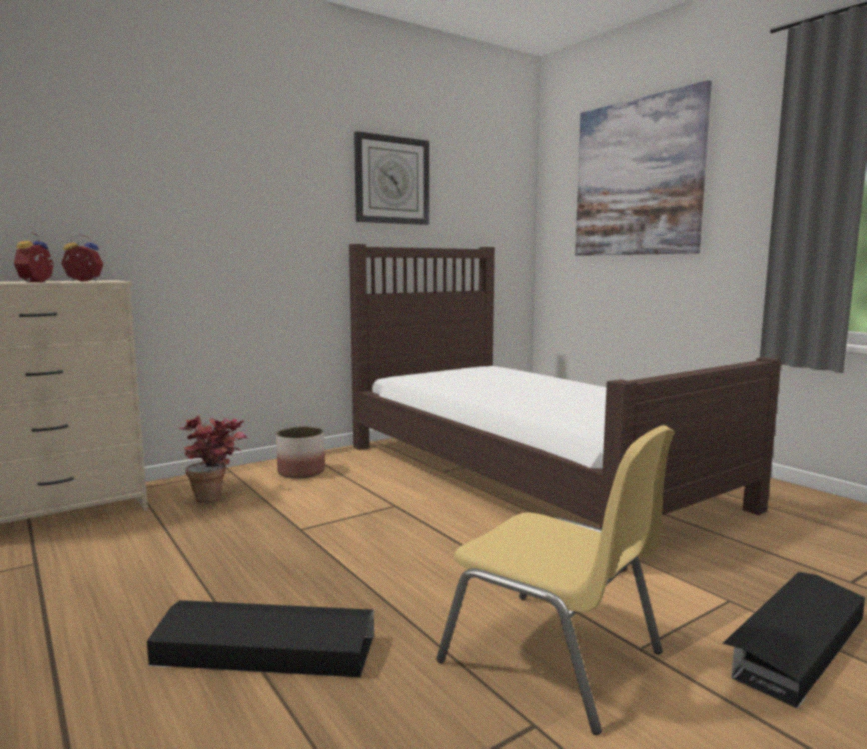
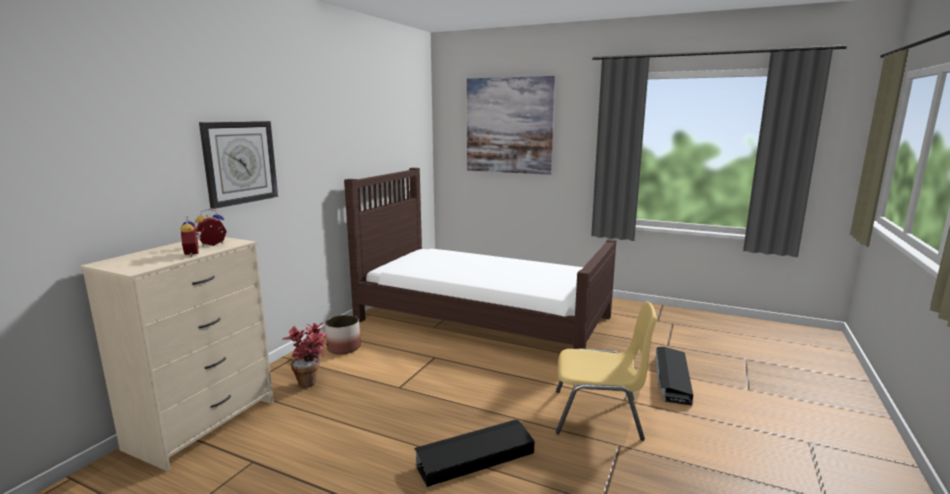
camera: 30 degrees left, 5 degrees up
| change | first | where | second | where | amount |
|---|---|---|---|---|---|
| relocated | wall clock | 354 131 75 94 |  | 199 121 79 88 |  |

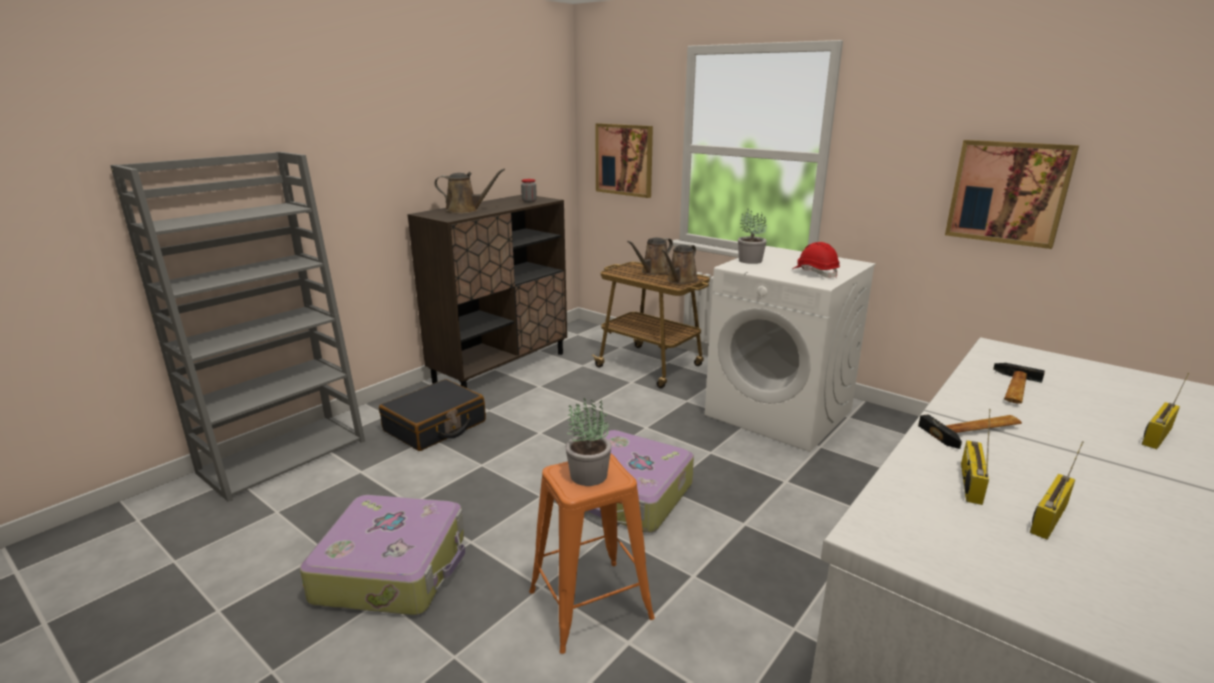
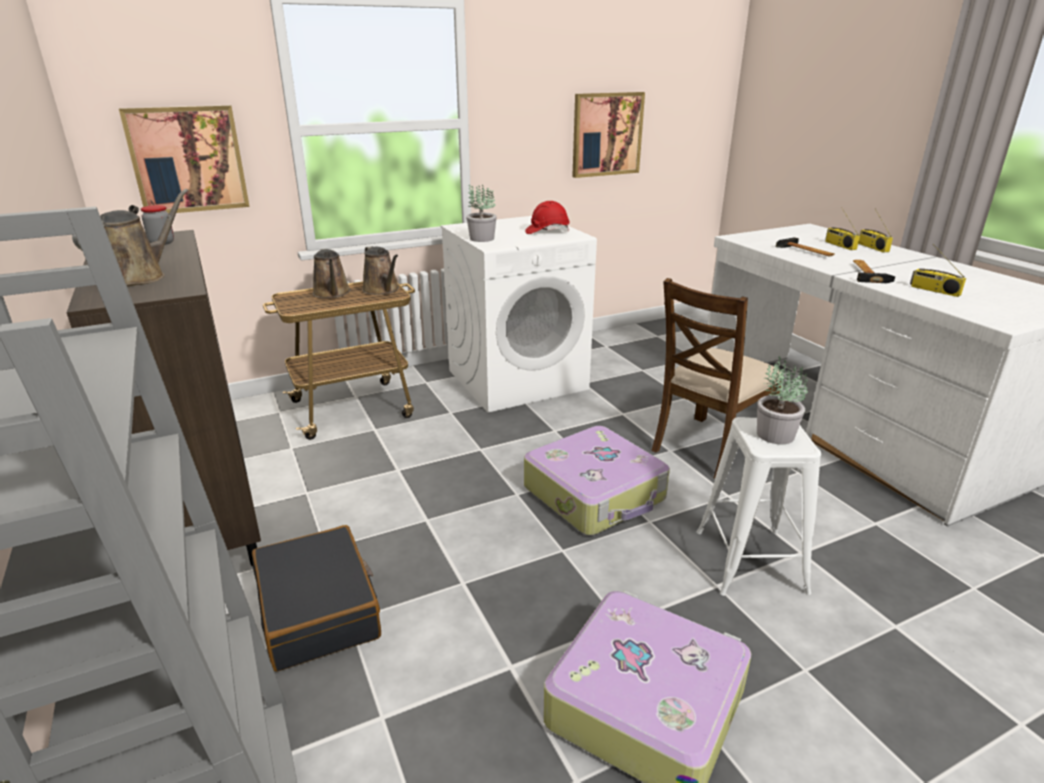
camera: 65 degrees left, 5 degrees up
| change | first | where | second | where | amount |
|---|---|---|---|---|---|
| appeared |  |  | upright chair (brown) | 651 278 133 201 |  |
| relocated | radio receiver | 1030 441 54 99 |  | 825 207 35 43 |  |
| colour | sitting stool (orange) | 529 453 126 201 | sitting stool (white-coloured) | 697 417 124 179 |  |

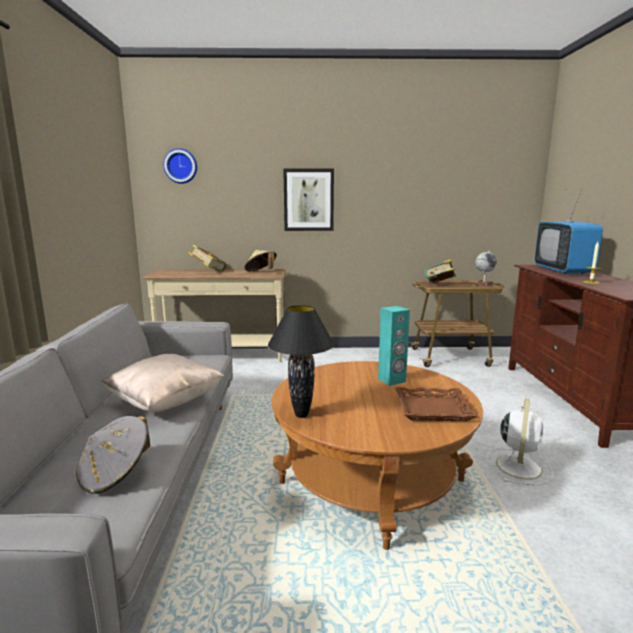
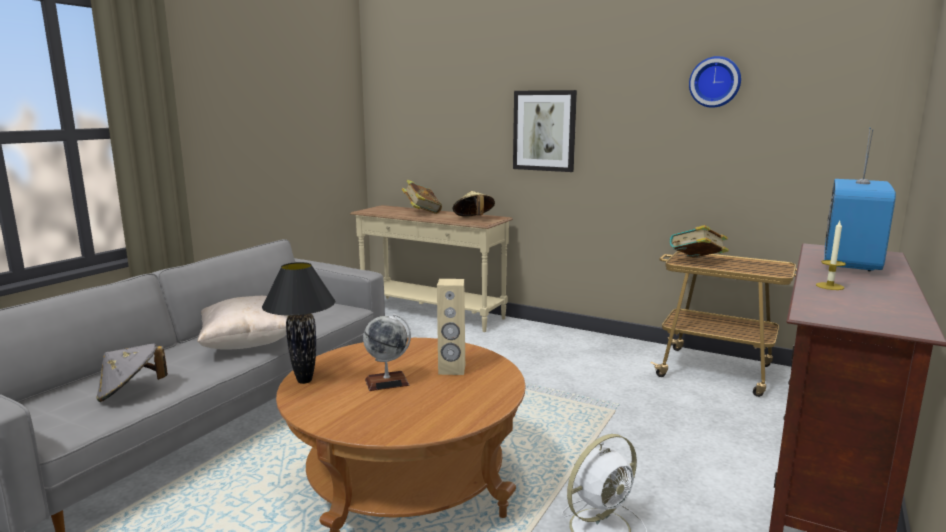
camera: 30 degrees right, 0 degrees up
| change | first | where | second | where | amount |
|---|---|---|---|---|---|
| missing | tray (brown) | 395 387 83 34 |  |  |  |
| relocated | wall clock | 164 148 33 36 |  | 689 56 52 52 |  |
| relocated | world globe | 474 250 23 36 |  | 363 313 48 78 |  |
| colour | loudspeaker (blue-green) | 378 306 32 80 | loudspeaker (sand-coloured) | 437 279 28 96 |  |

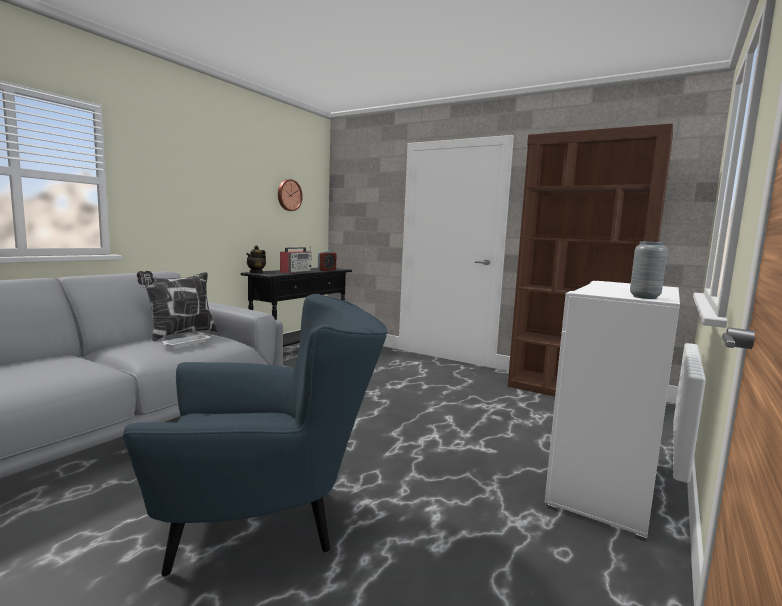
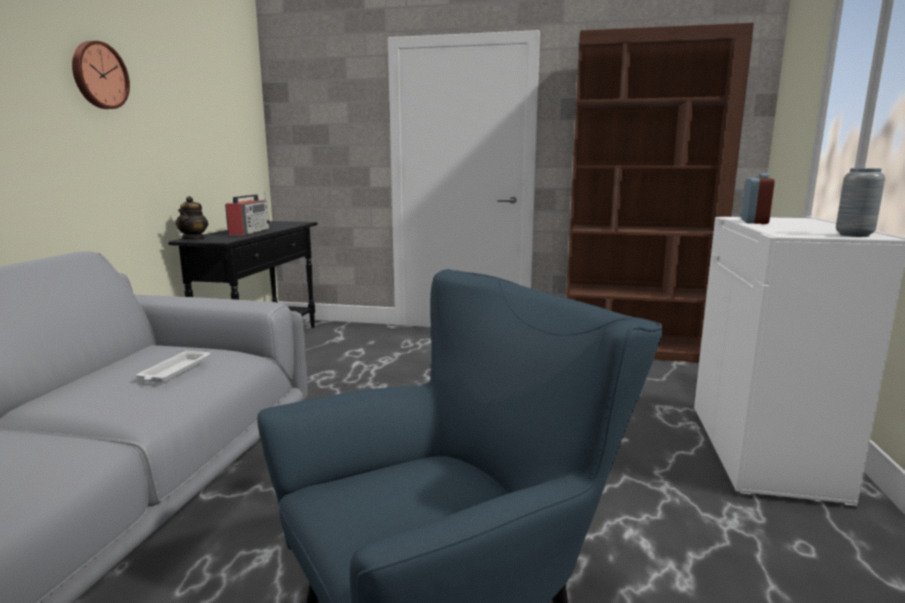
camera: 20 degrees left, 5 degrees up
| change | first | where | second | where | amount |
|---|---|---|---|---|---|
| missing | pillow | 137 271 81 70 |  |  |  |
| relocated | wall clock | 278 179 25 32 |  | 72 41 58 68 |  |
| relocated | alarm clock | 318 251 18 20 |  | 741 173 34 51 |  |

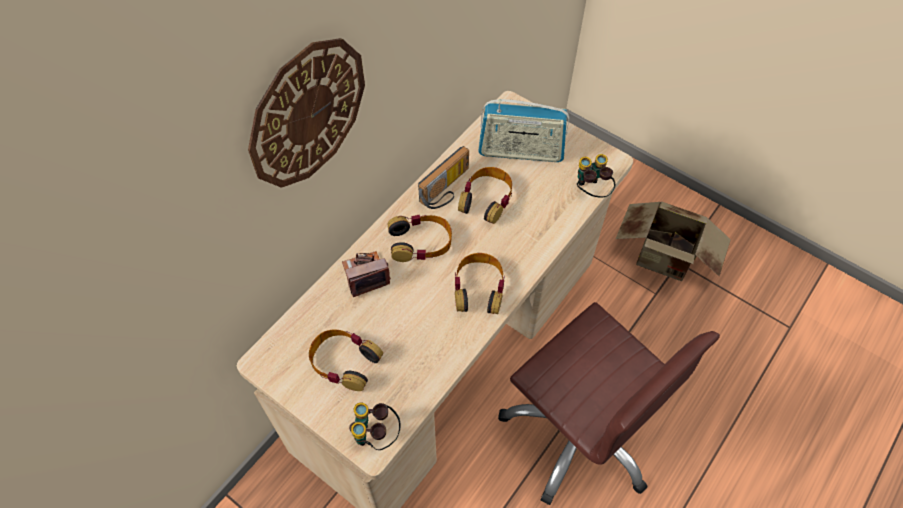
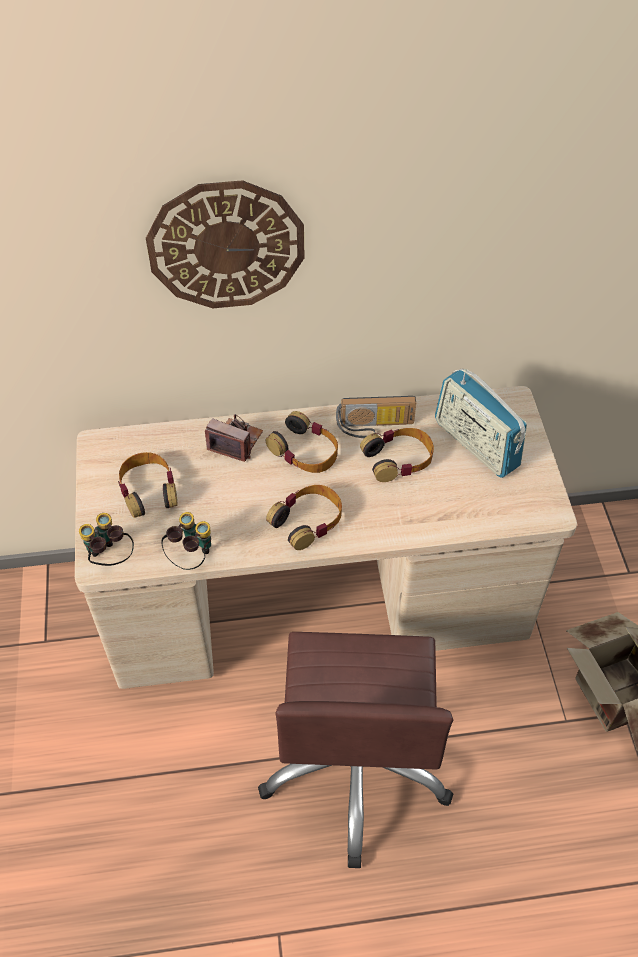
camera: 45 degrees right, 5 degrees down
| change | first | where | second | where | amount |
|---|---|---|---|---|---|
| relocated | field glasses | 577 154 38 43 |  | 161 512 50 58 |  |

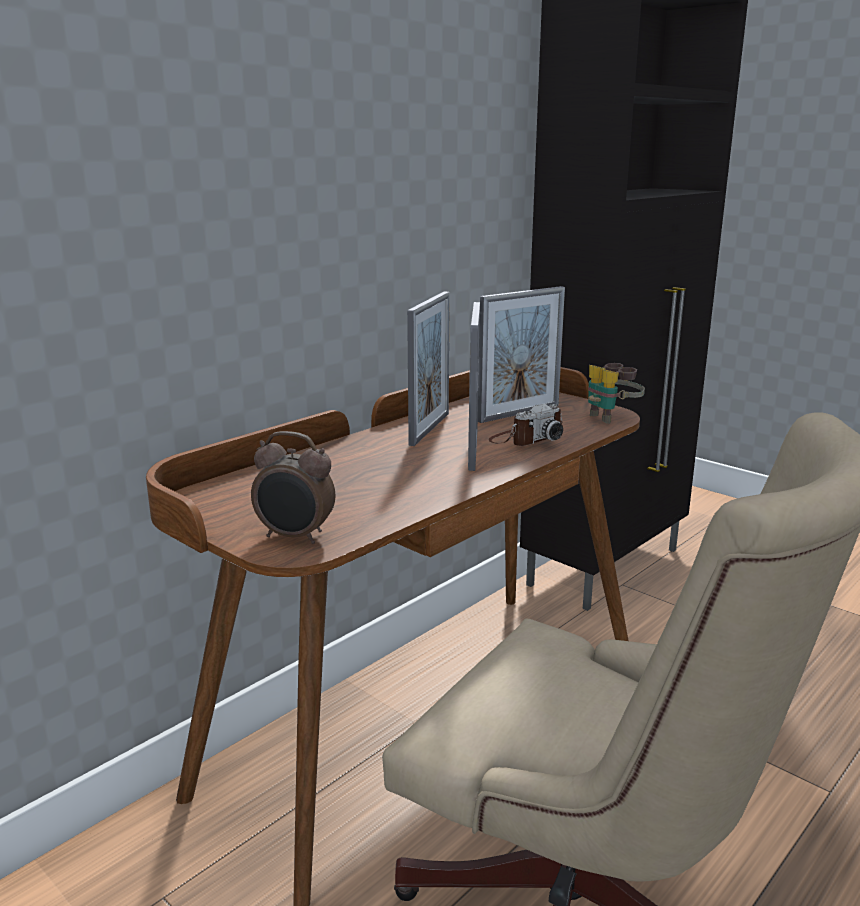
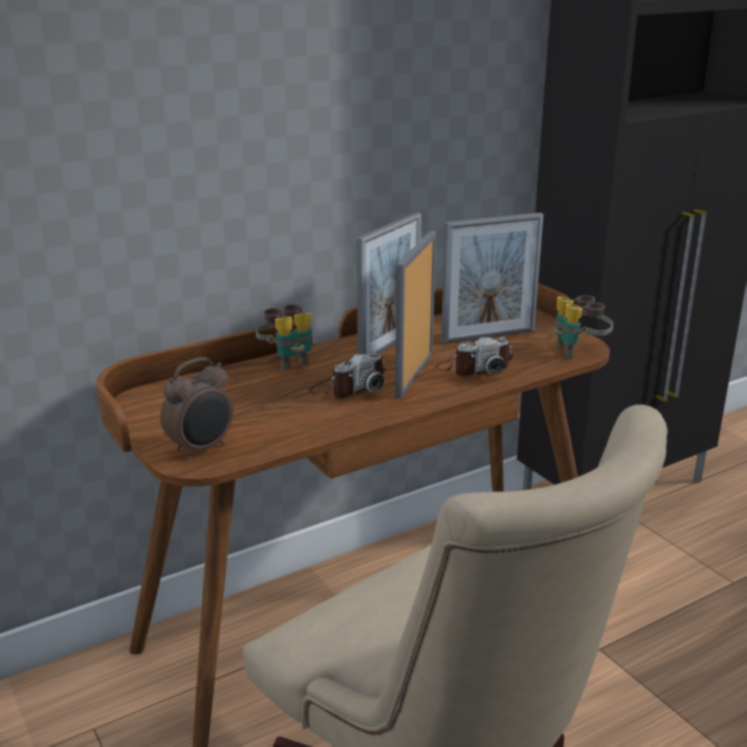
camera: 15 degrees right, 5 degrees up
| change | first | where | second | where | amount |
|---|---|---|---|---|---|
| appeared |  |  | field glasses | 256 304 56 67 |  |
| appeared |  |  | photo camera | 309 351 76 47 |  |
| spun | alarm clock | 251 431 84 113 |  | 160 357 73 102 | 75 degrees counterclockwise |

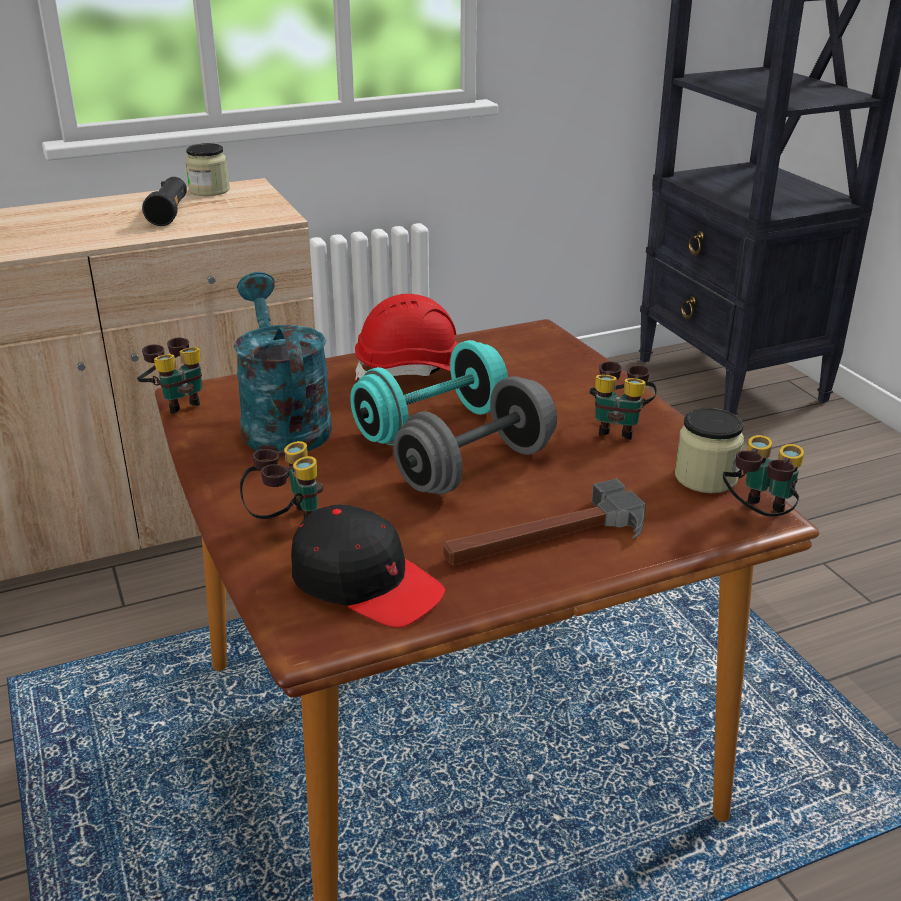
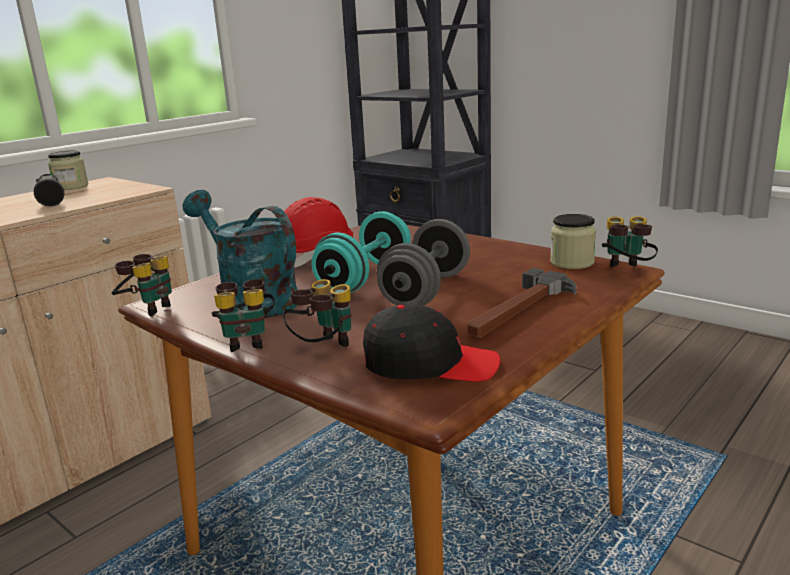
camera: 25 degrees left, 10 degrees down
| change | first | where | second | where | amount |
|---|---|---|---|---|---|
| relocated | field glasses | 590 362 67 78 |  | 212 279 63 73 |  |

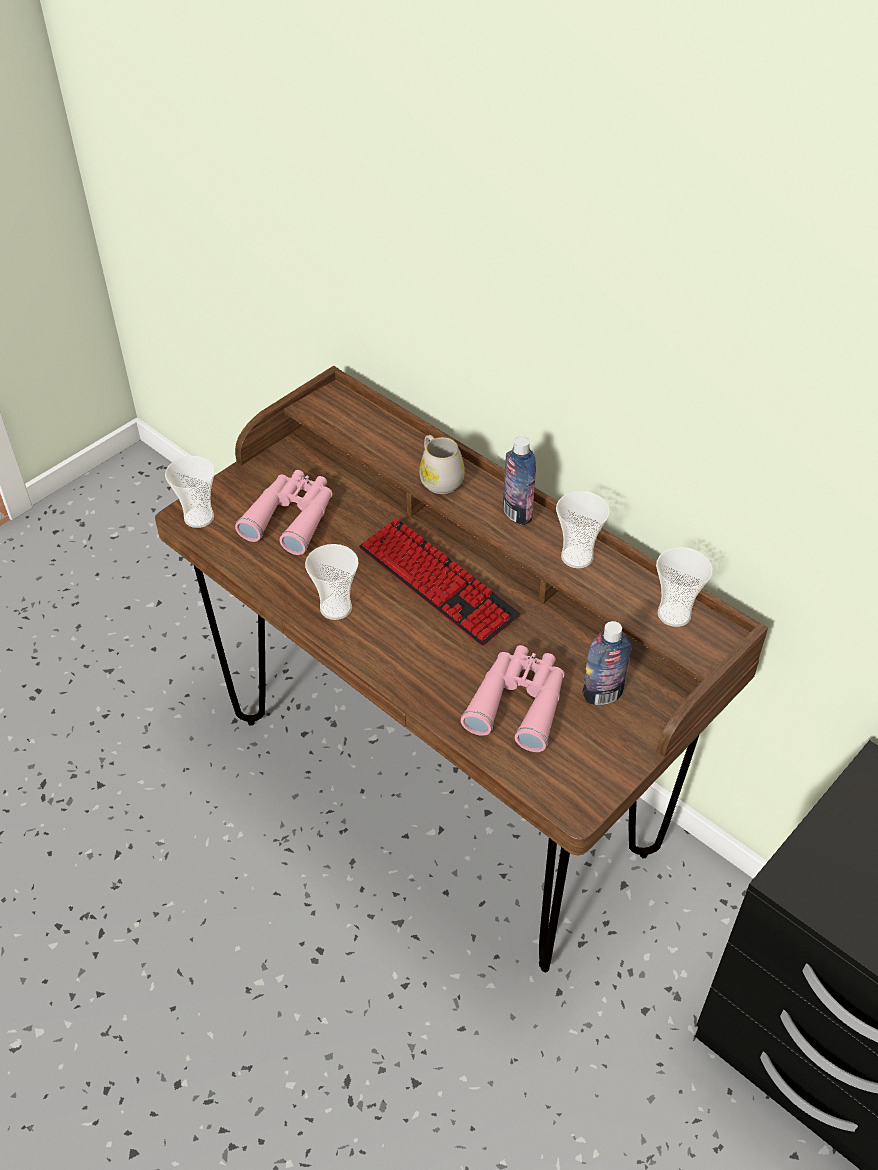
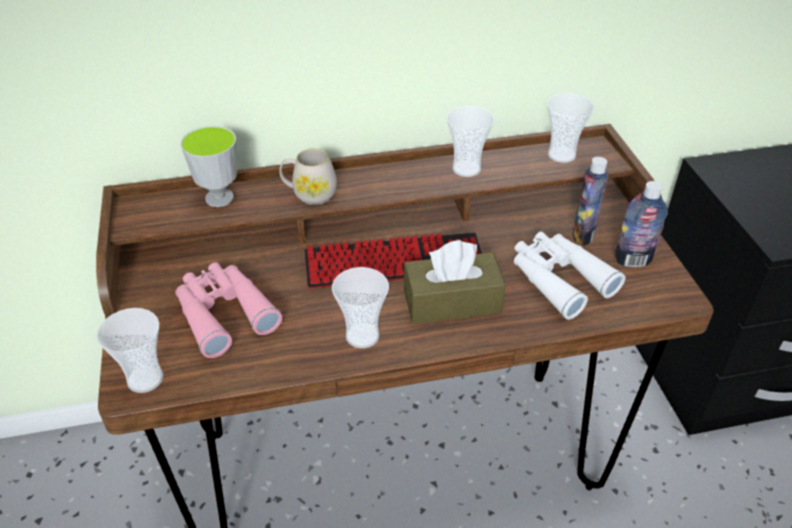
camera: 55 degrees left, 5 degrees down
| change | first | where | second | where | amount |
|---|---|---|---|---|---|
| appeared |  |  | cup | 180 126 57 81 |  |
| appeared |  |  | box of tissues (brown) | 404 240 102 84 |  |
| relocated | beverage bottle | 503 436 33 89 |  | 615 181 53 86 |  |
| colour | field glasses (pinkish) | 461 645 104 107 | field glasses (white-coloured) | 514 232 111 88 |  |

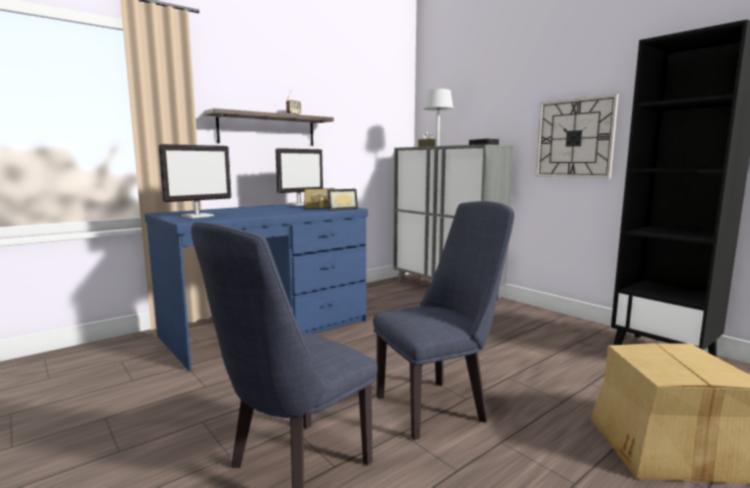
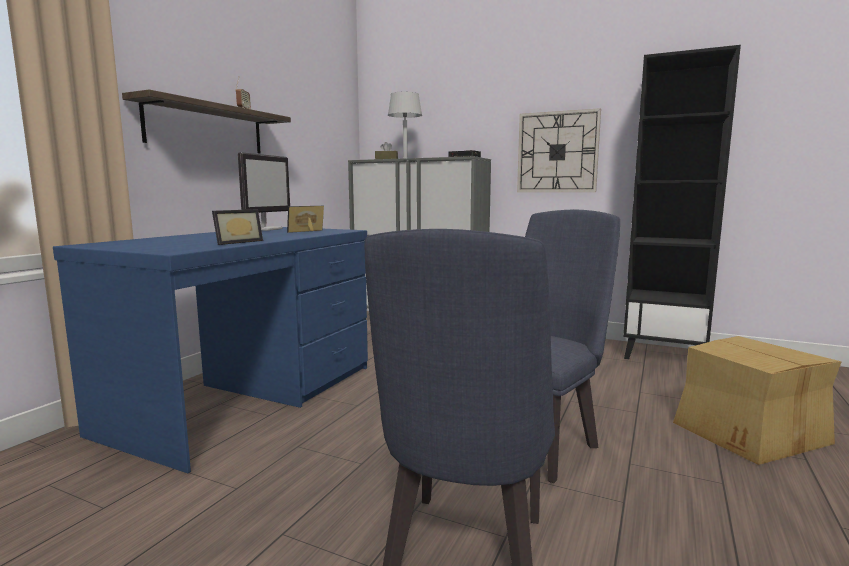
camera: 25 degrees left, 0 degrees up
| change | first | where | second | where | amount |
|---|---|---|---|---|---|
| missing | monitor | 158 144 73 75 |  |  |  |
| relocated | standing frame | 327 189 31 21 |  | 212 209 51 36 |  |

